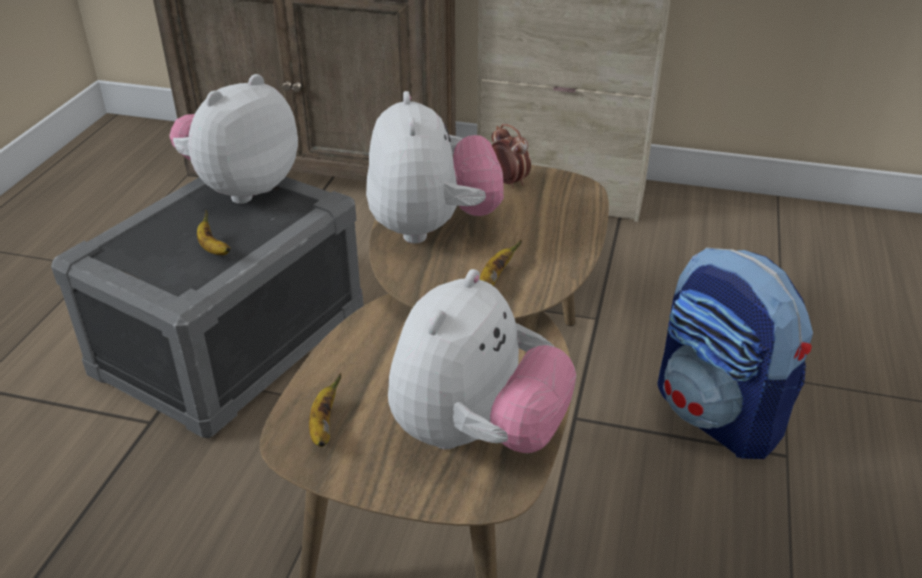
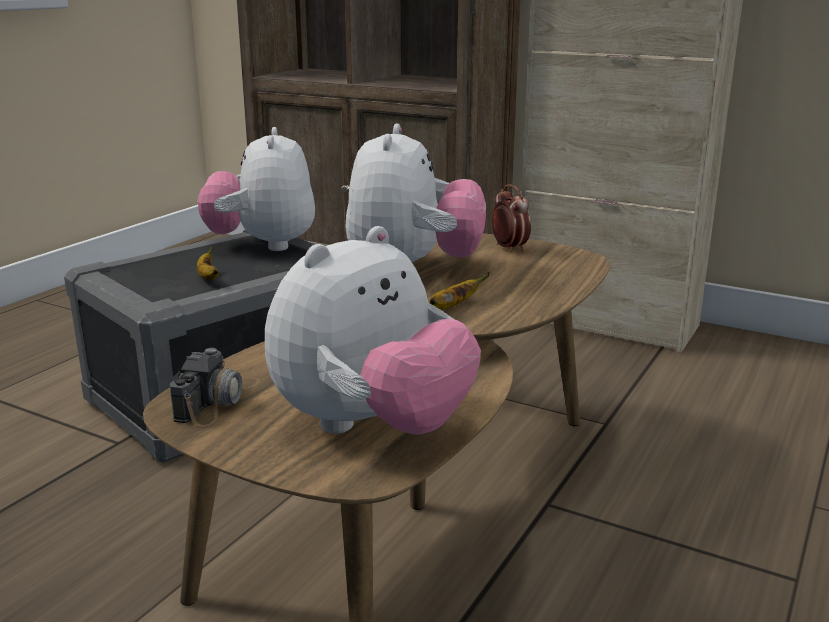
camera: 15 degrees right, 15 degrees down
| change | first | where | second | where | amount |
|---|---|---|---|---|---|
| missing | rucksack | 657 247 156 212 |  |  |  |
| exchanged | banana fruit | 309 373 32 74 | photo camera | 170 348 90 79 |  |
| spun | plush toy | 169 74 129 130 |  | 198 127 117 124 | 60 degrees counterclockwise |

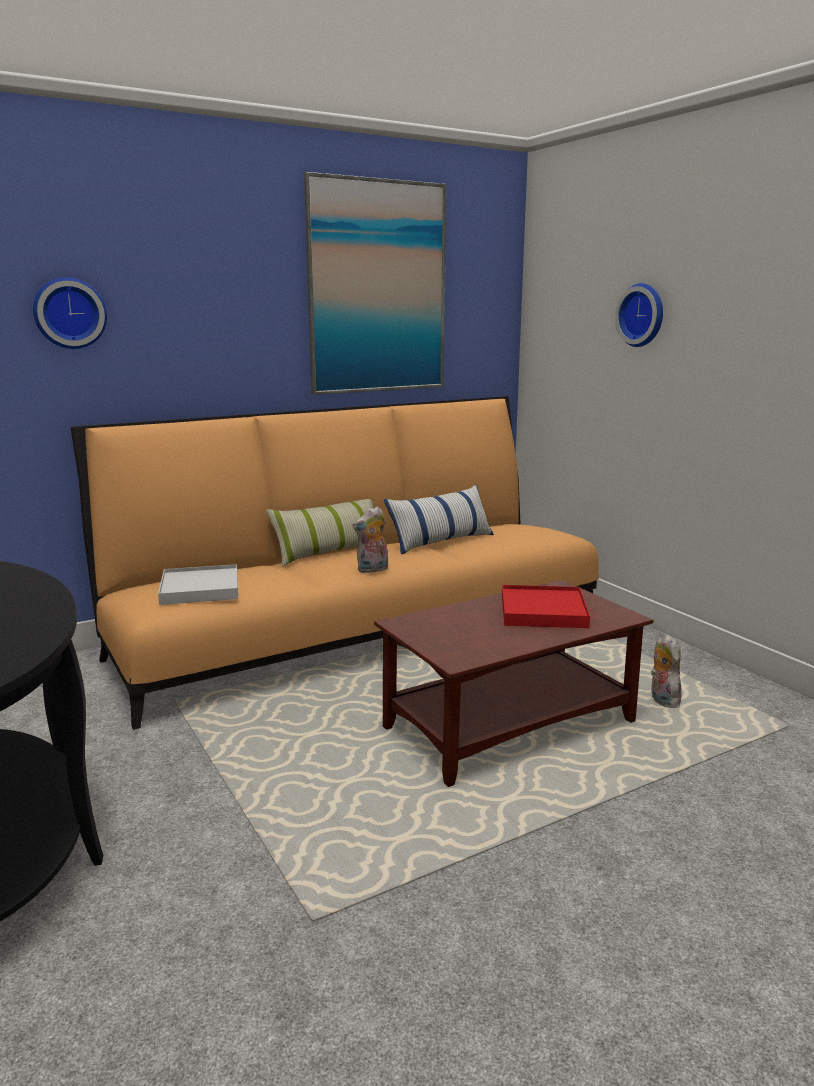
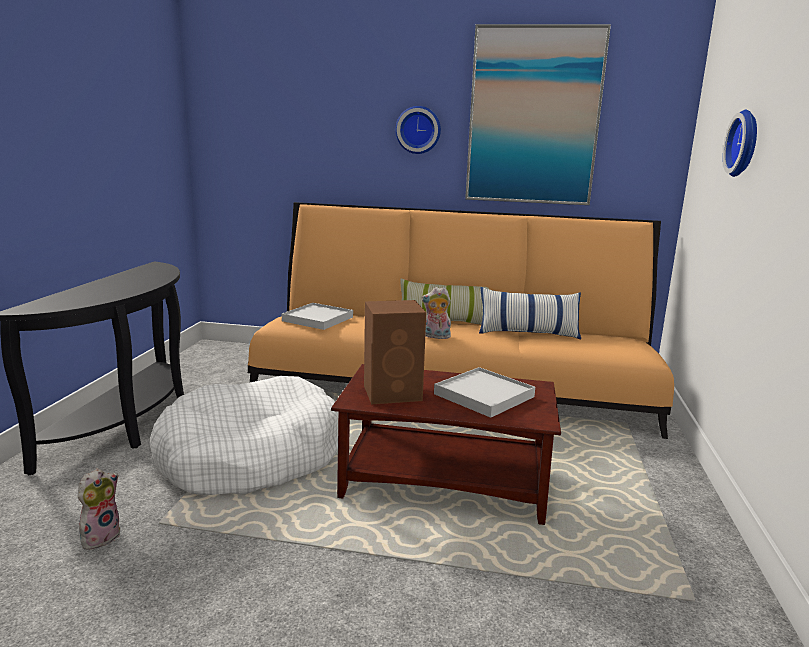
camera: 40 degrees right, 0 degrees up
| change | first | where | second | where | amount |
|---|---|---|---|---|---|
| appeared |  |  | pet bed (white-coloured) | 150 376 188 119 |  |
| appeared |  |  | loudspeaker (brown) | 364 300 62 104 |  |
| relocated | wall clock | 33 277 74 72 |  | 395 106 46 48 |  |
| relocated | plush toy | 651 635 31 73 |  | 78 468 42 82 |  |
| colour | tray (red) | 502 585 88 43 | tray (white-coloured) | 434 367 101 51 |  |

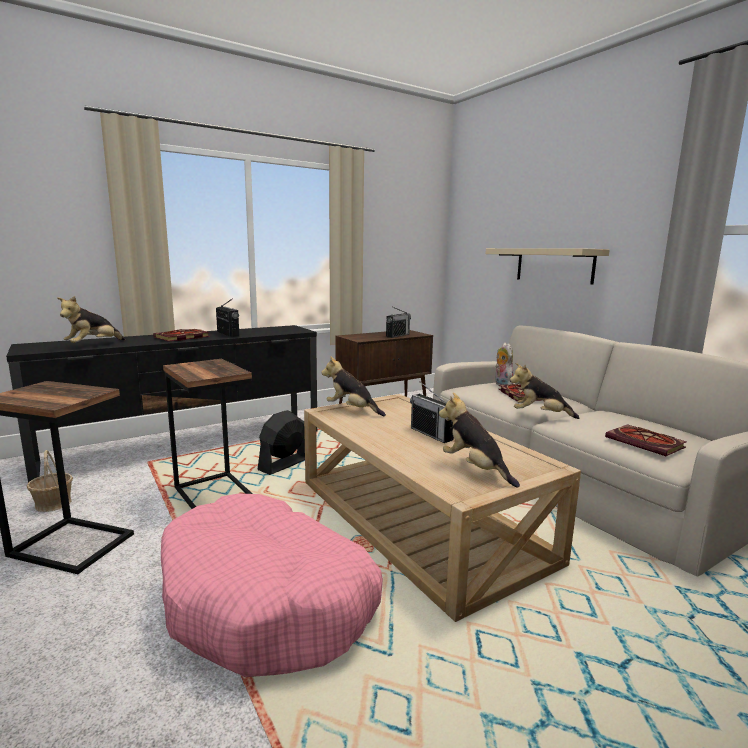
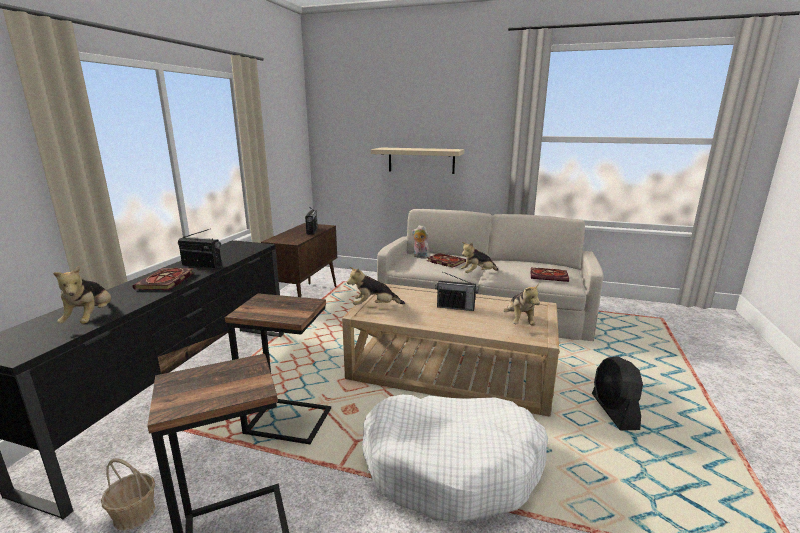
camera: 40 degrees left, 5 degrees up
| change | first | where | second | where | amount |
|---|---|---|---|---|---|
| relocated | fan (black-coloured) | 257 410 48 65 |  | 592 356 51 75 |  |
| colour | pet bed (pinkish) | 161 494 222 183 | pet bed (white-coloured) | 362 395 186 127 |  |
| spun | plush toy | 439 392 81 96 |  | 503 283 37 43 | 105 degrees counterclockwise |

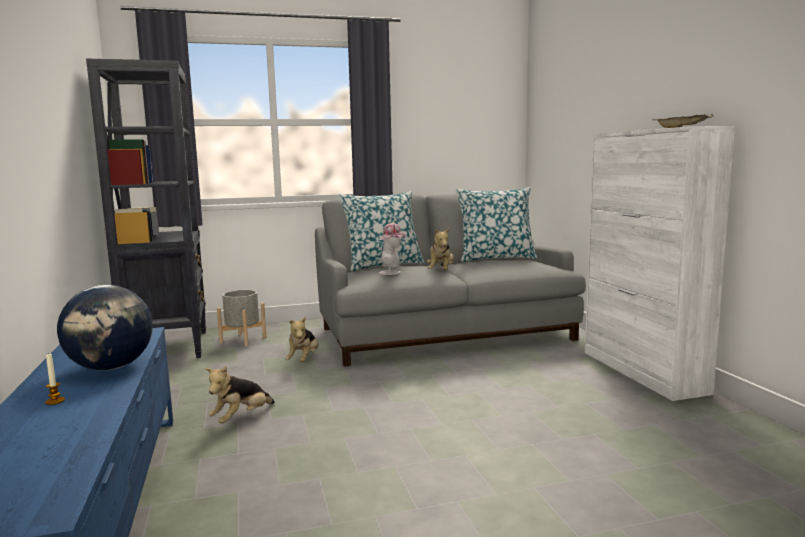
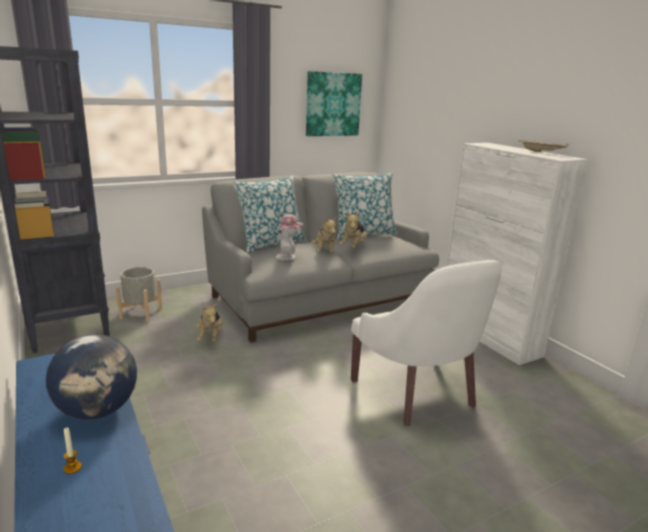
camera: 15 degrees left, 10 degrees up
| change | first | where | second | where | amount |
|---|---|---|---|---|---|
| appeared |  |  | wall art | 306 71 56 65 |  |
| appeared |  |  | lounge chair (white-coloured) | 351 260 150 166 |  |
| relocated | plush toy | 205 366 70 57 |  | 339 212 28 36 |  |

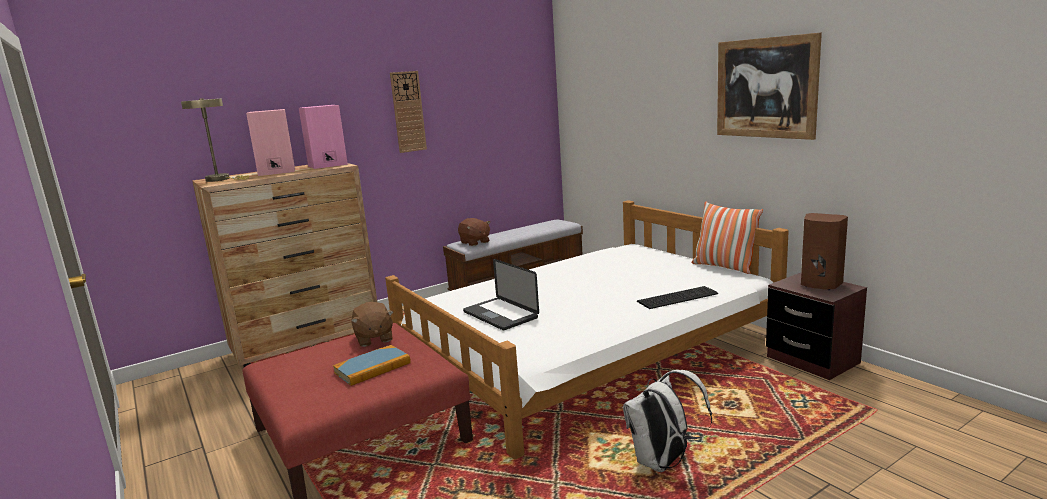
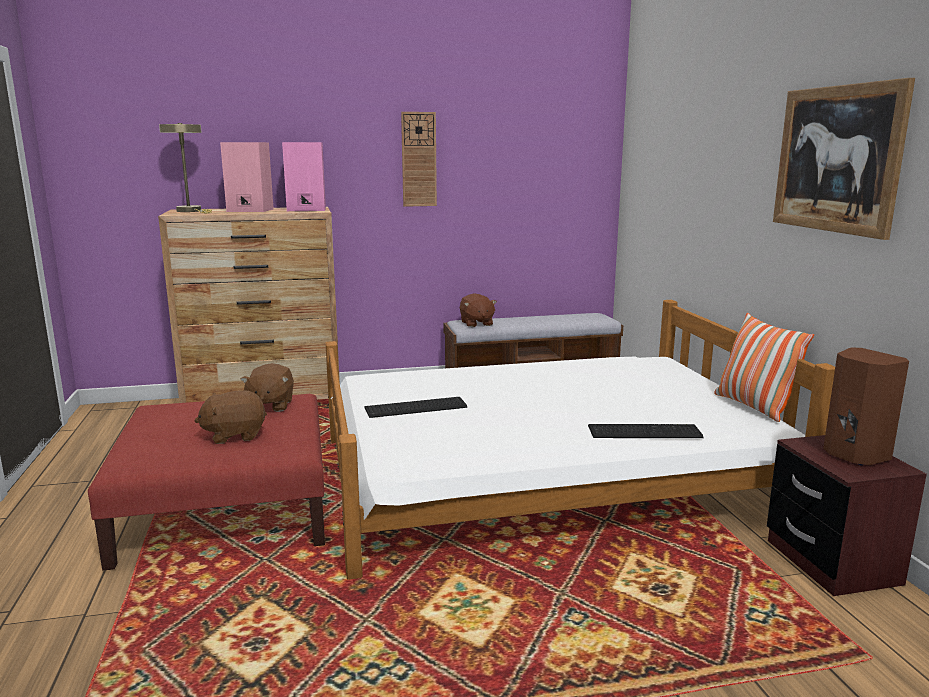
camera: 20 degrees right, 0 degrees up
| change | first | where | second | where | amount |
|---|---|---|---|---|---|
| missing | rucksack (white-coloured) | 623 370 89 102 |  |  |  |
| exchanged | book | 333 345 78 41 | plush toy (brown) | 194 390 73 54 |  |
| exchanged | portable computer | 463 259 76 71 | keyboard | 364 397 103 21 |  |

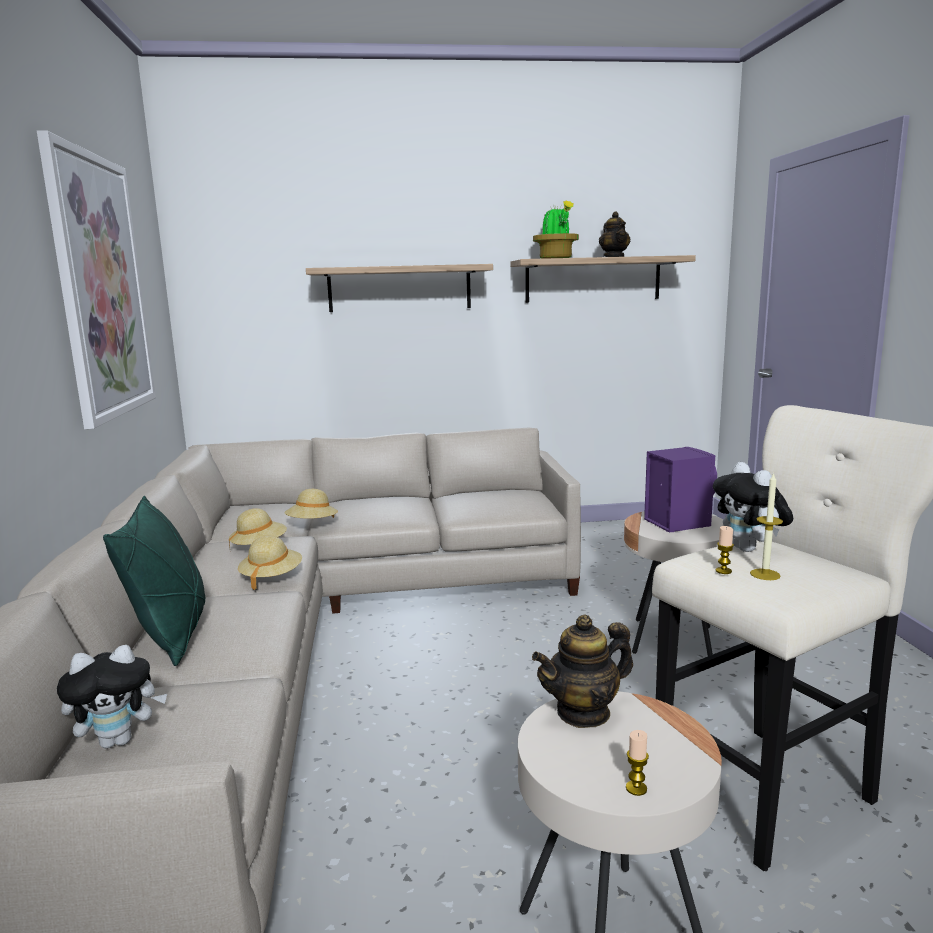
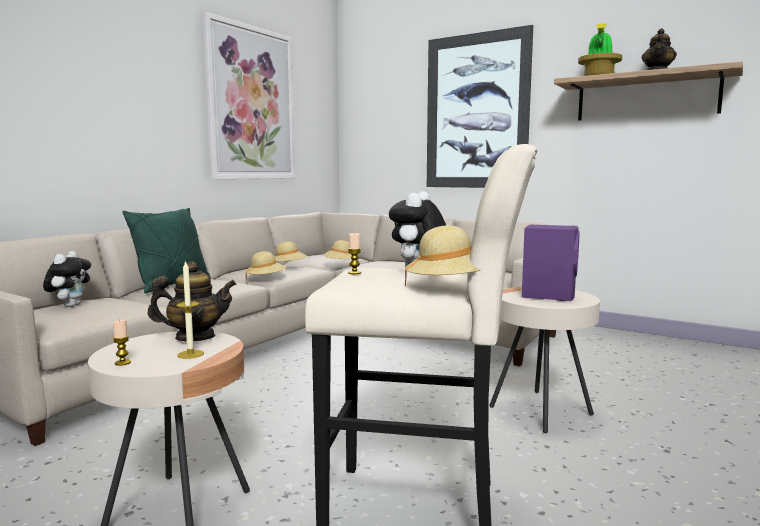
camera: 40 degrees right, 5 degrees down
| change | first | where | second | where | amount |
|---|---|---|---|---|---|
| appeared |  |  | hat (sand-coloured) | 405 225 76 60 |  |
| relocated | wax light | 750 473 33 107 |  | 176 260 28 99 |  |
| exchanged | bracket shelf | 306 264 187 48 | wall art | 427 25 106 163 |  |
| spun | plush toy | 57 645 110 103 |  | 43 251 48 56 | 105 degrees counterclockwise |
| spun | pot for tea | 532 614 101 114 |  | 148 261 88 80 | 150 degrees clockwise |

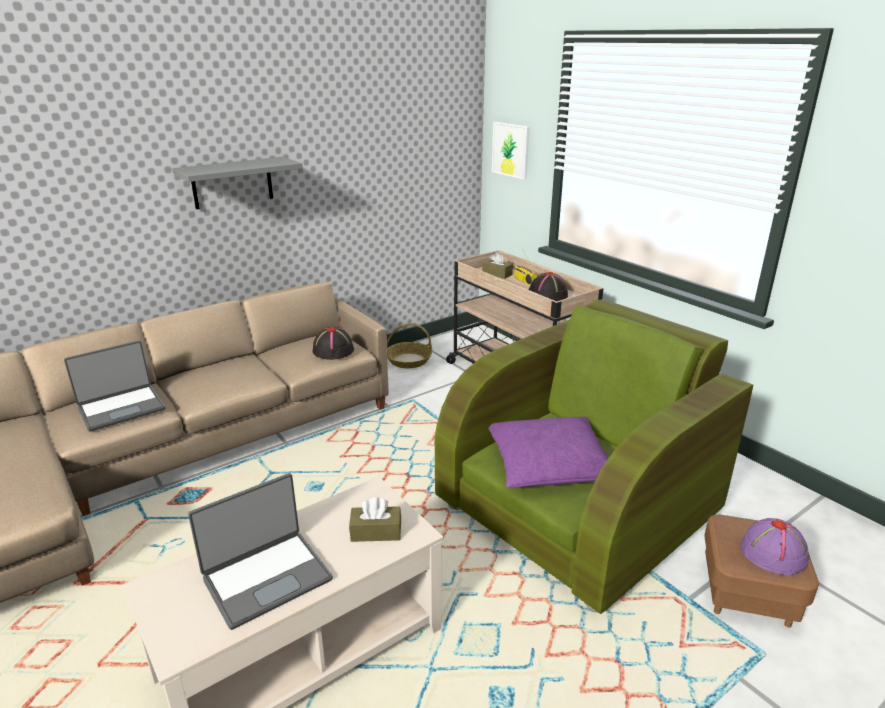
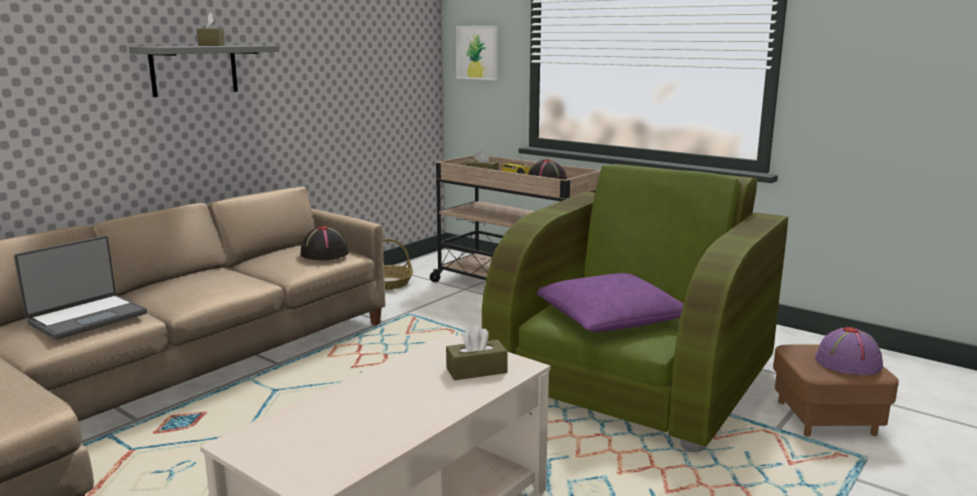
camera: 15 degrees left, 10 degrees down
| change | first | where | second | where | amount |
|---|---|---|---|---|---|
| missing | portable computer | 188 473 145 157 |  |  |  |
| appeared |  |  | box of tissues (brown) | 197 13 28 33 |  |

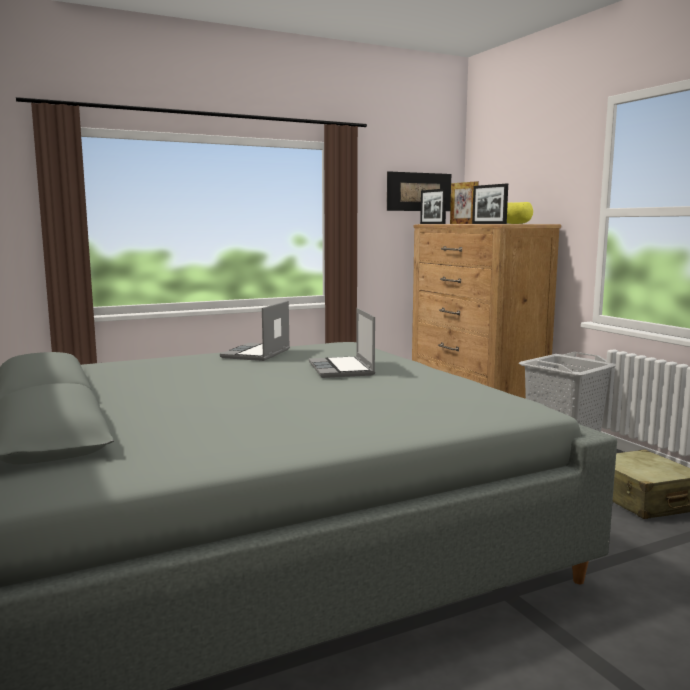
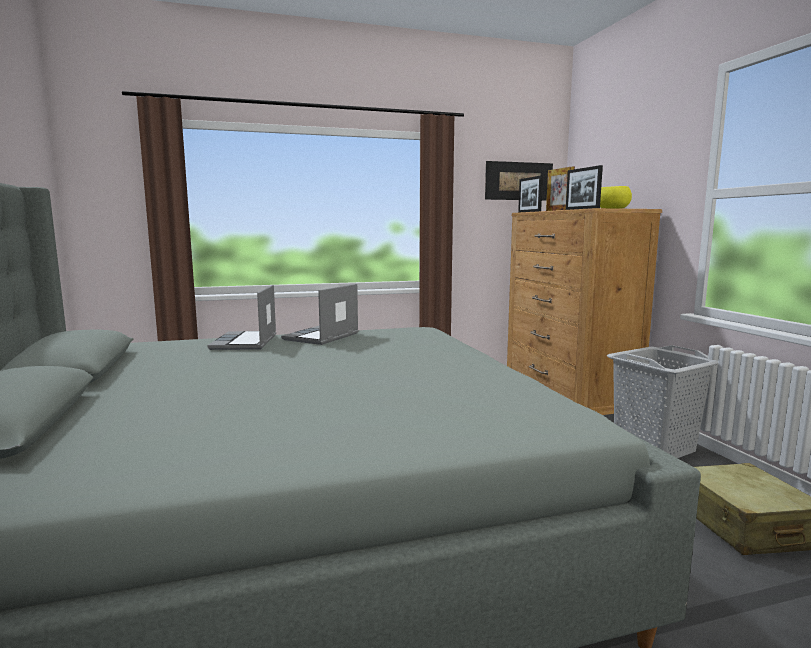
camera: 10 degrees right, 0 degrees up
| change | first | where | second | where | amount |
|---|---|---|---|---|---|
| relocated | portable computer | 309 308 66 70 |  | 208 285 68 65 |  |

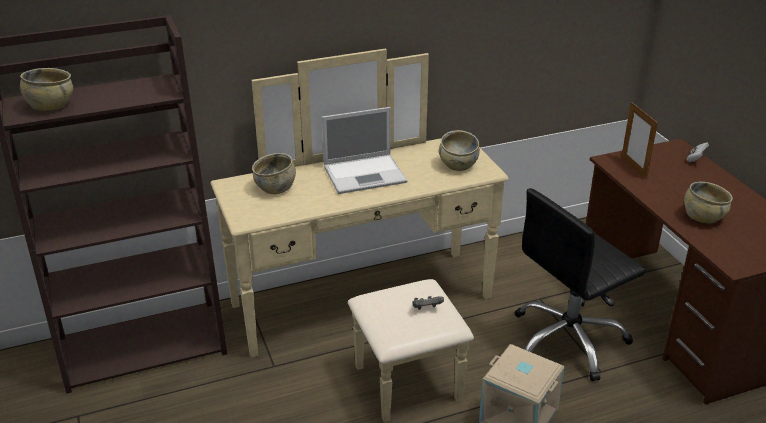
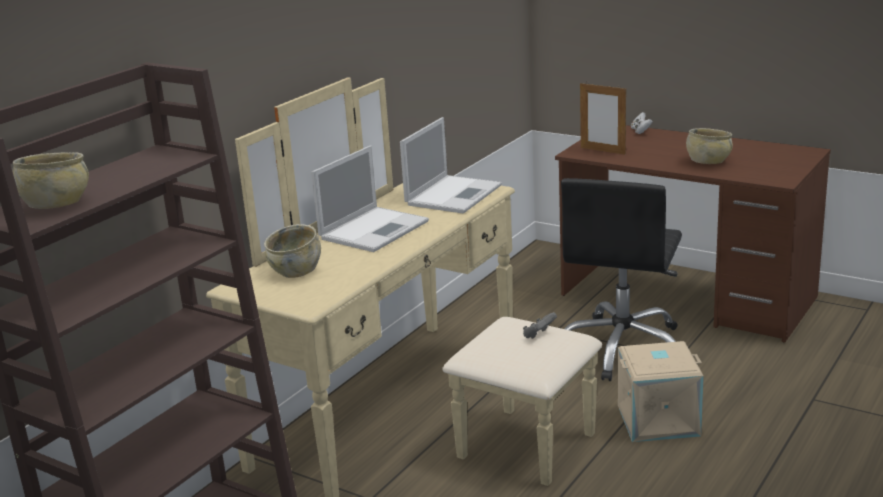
camera: 35 degrees left, 10 degrees down
| change | first | where | second | where | amount |
|---|---|---|---|---|---|
| exchanged | bowl (sand-coloured) | 439 130 41 41 | portable computer | 400 117 102 97 |  |

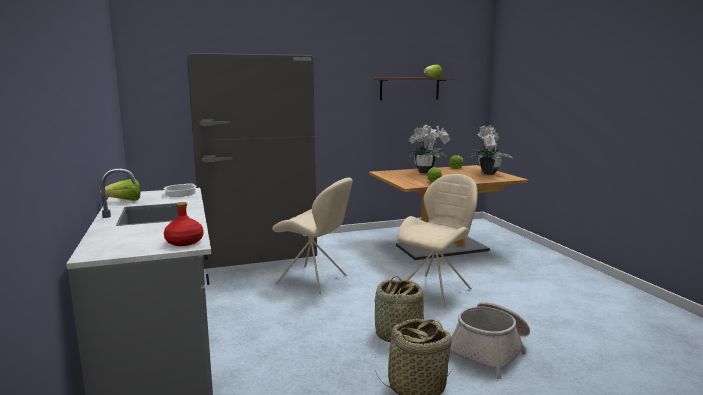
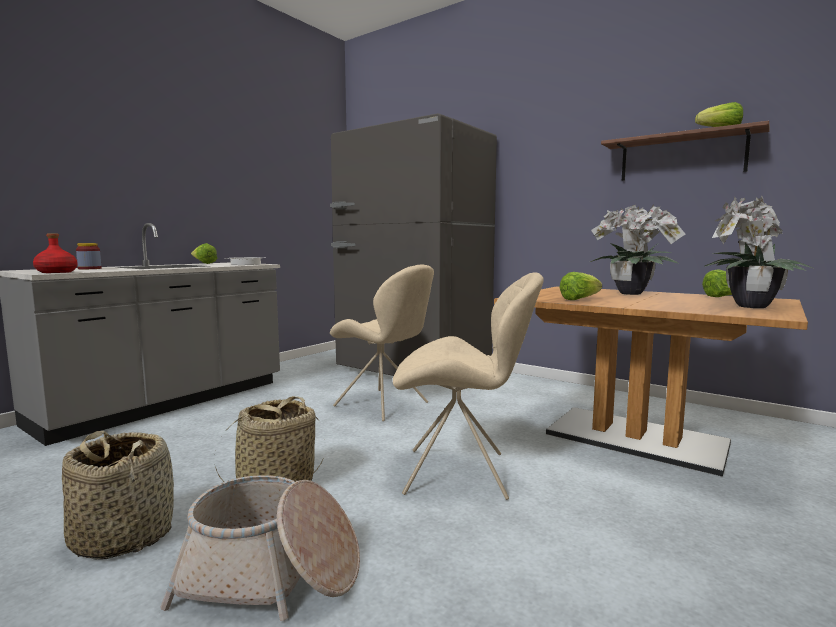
camera: 55 degrees right, 5 degrees down
| change | first | where | second | where | amount |
|---|---|---|---|---|---|
| appeared |  |  | storage jar | 76 243 26 26 |  |
| spun | upright chair (sand-coloured) | 272 177 81 117 |  | 330 264 104 157 | 45 degrees counterclockwise |

